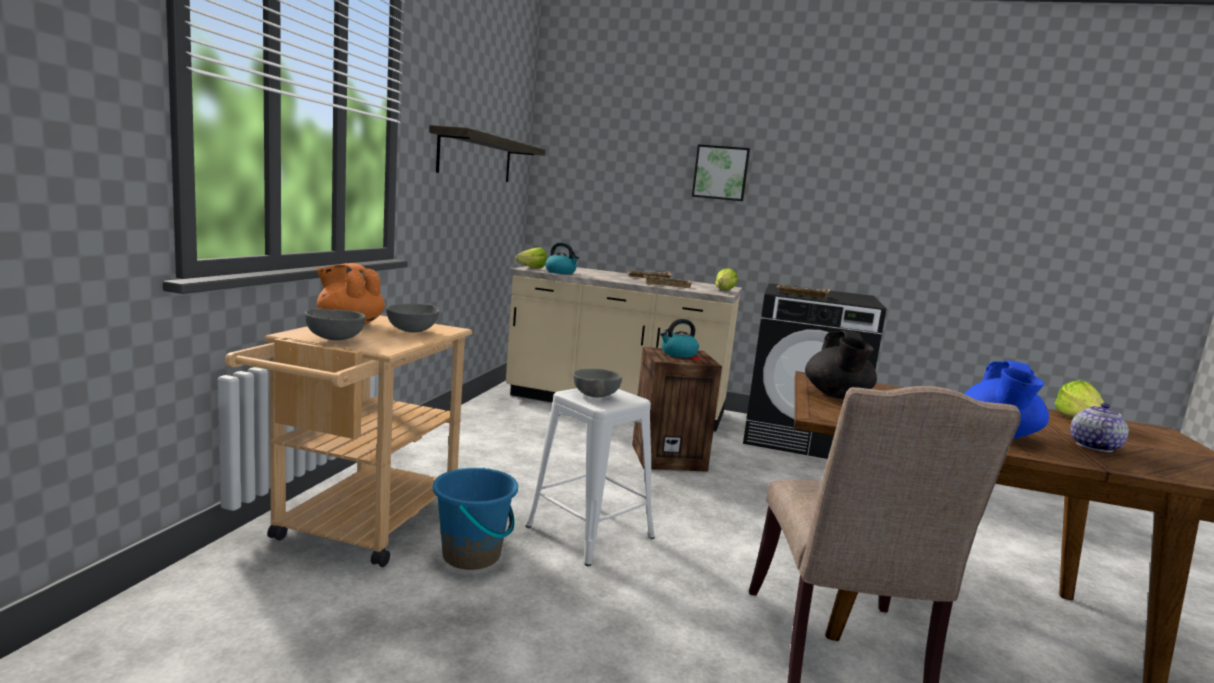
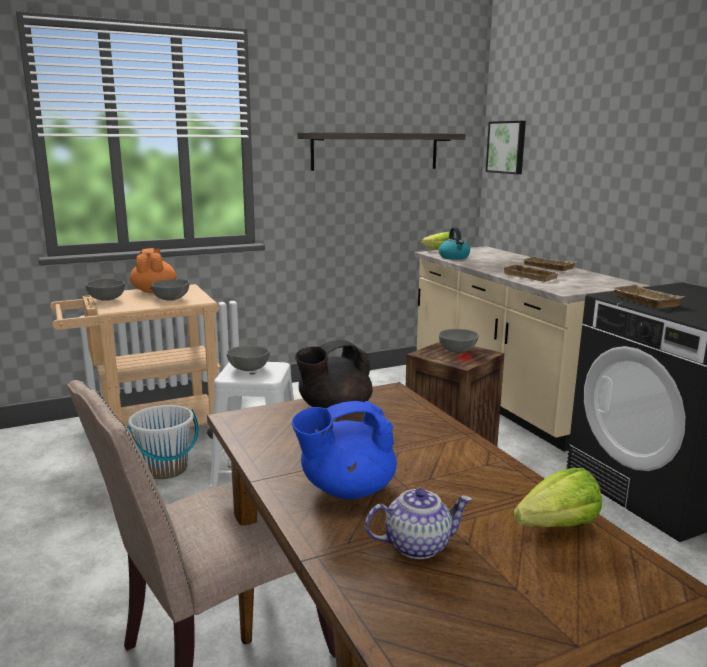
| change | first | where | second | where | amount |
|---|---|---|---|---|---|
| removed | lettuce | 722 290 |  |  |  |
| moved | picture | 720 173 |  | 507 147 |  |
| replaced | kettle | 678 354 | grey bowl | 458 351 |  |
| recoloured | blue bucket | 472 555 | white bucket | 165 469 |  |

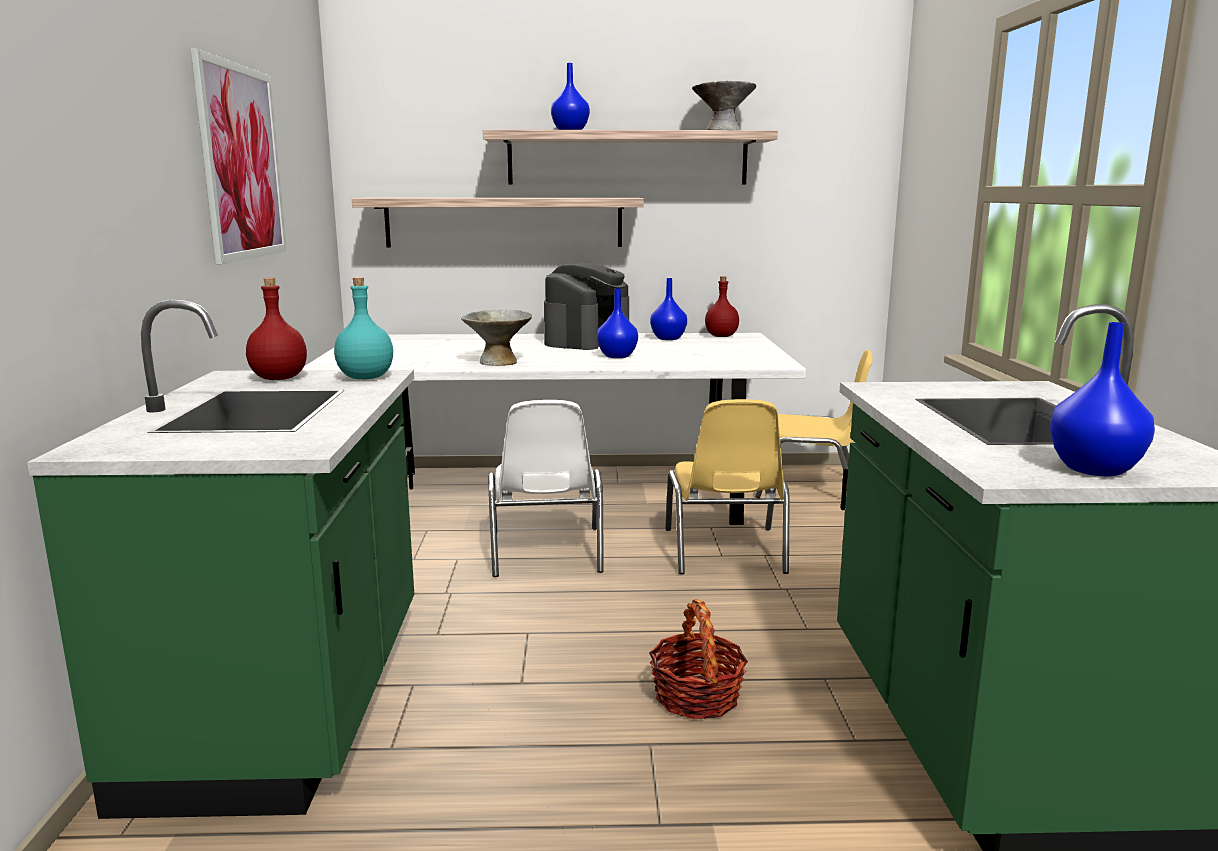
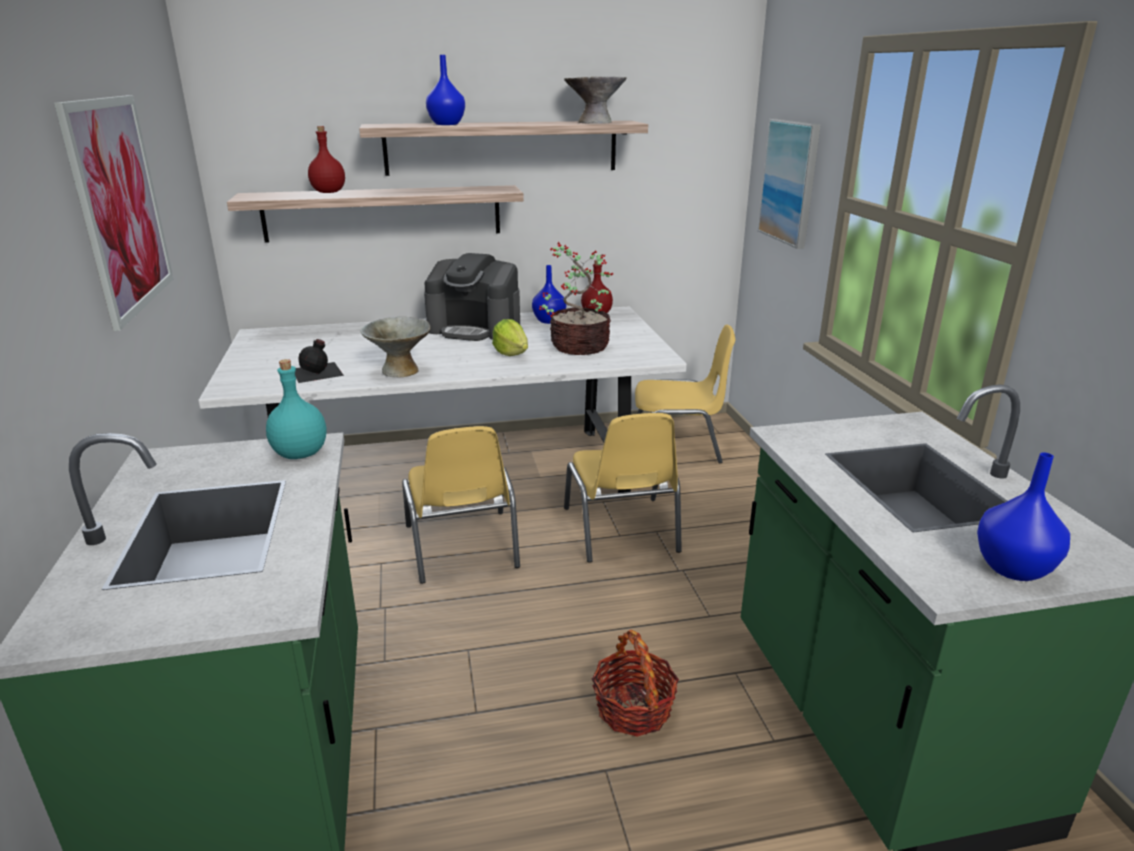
| change | first | where | second | where | amount |
|---|---|---|---|---|---|
| added |  |  | black bottle | 318 372 |  |
| added |  |  | potted plant | 577 346 |  |
| added |  |  | picture | 790 182 |  |
| moved | red bottle | 278 378 |  | 328 192 |  |
| replaced | blue vase | 617 356 | lettuce | 511 353 |  |
| recoloured | white chair | 545 552 | yellow chair | 462 547 |  |
| turned | coffee machine | 587 341 |  | 475 329 | 90 degrees clockwise |

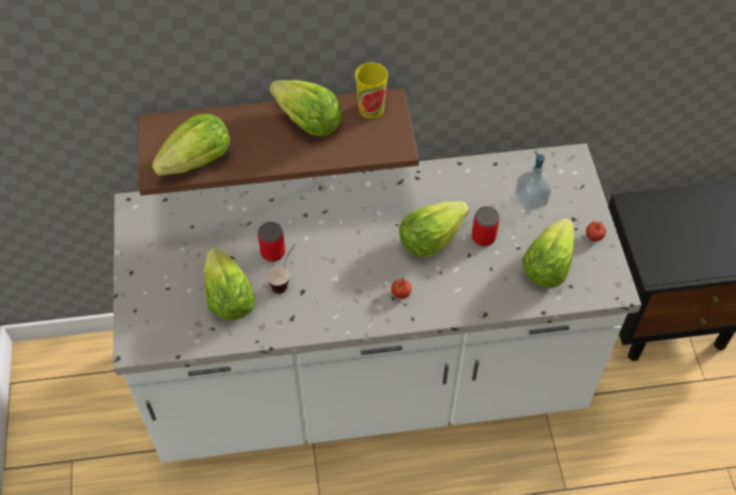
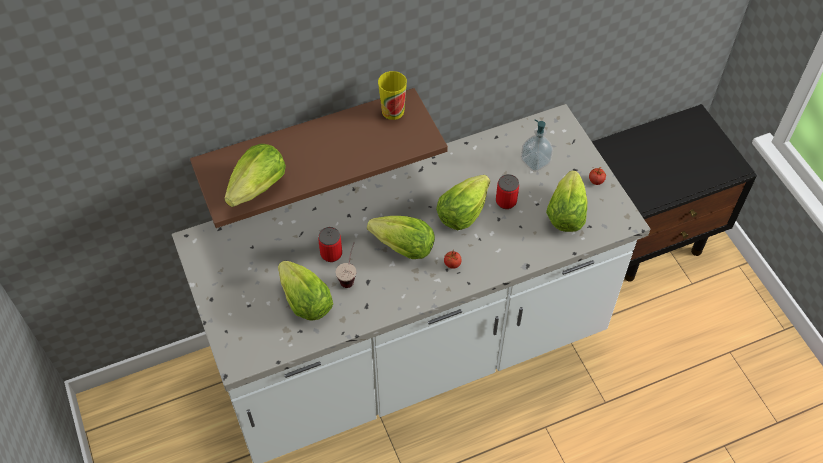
| change | first | where | second | where | amount |
|---|---|---|---|---|---|
| moved | lettuce | 308 123 |  | 404 248 |  |

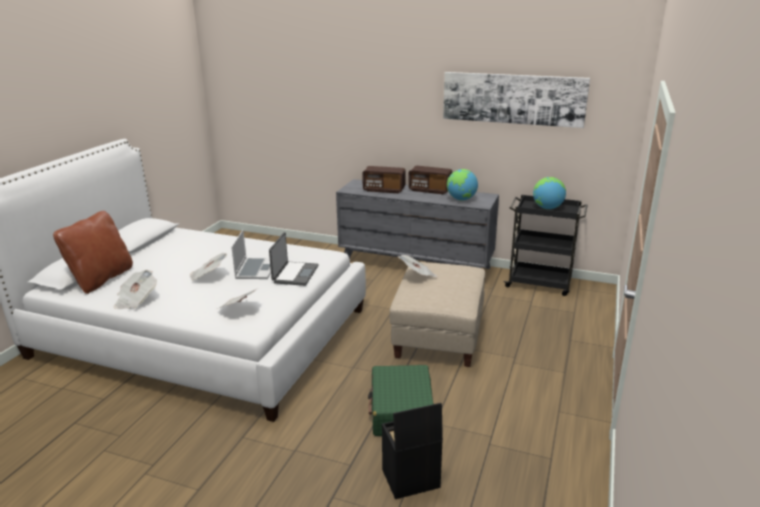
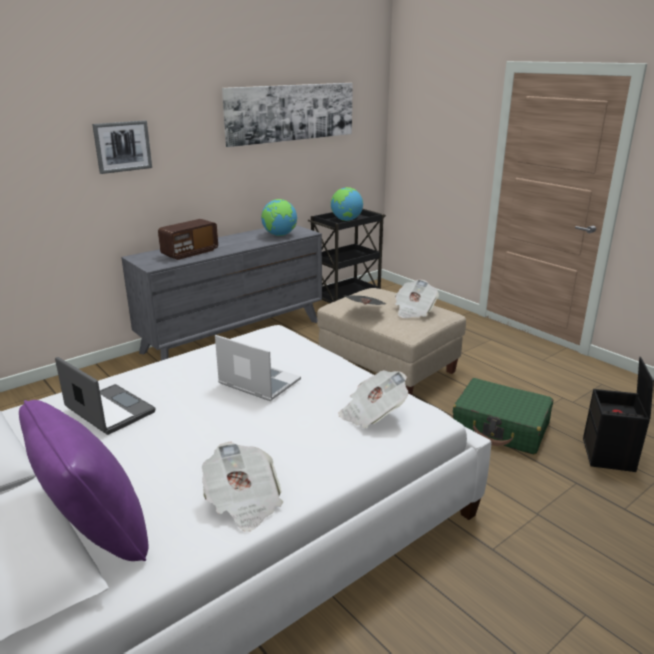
| change | first | where | second | where | amount |
|---|---|---|---|---|---|
| removed | radio | 430 190 |  |  |  |
| added |  |  | picture | 122 146 |  |
| moved | newspaper | 208 276 |  | 414 311 |  |
| moved | laptop | 294 274 |  | 108 411 |  |
| recoloured | brown pillow | 101 279 | purple pillow | 95 534 |  |

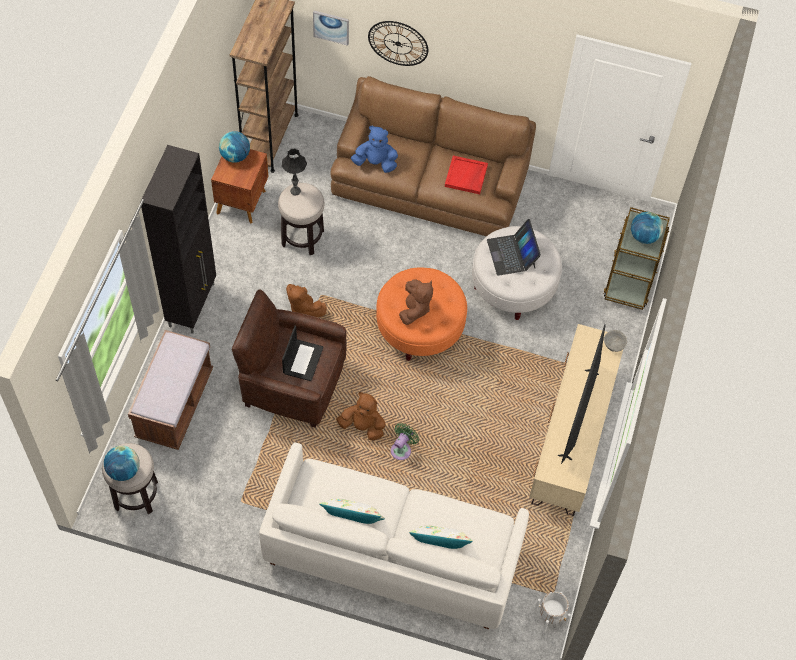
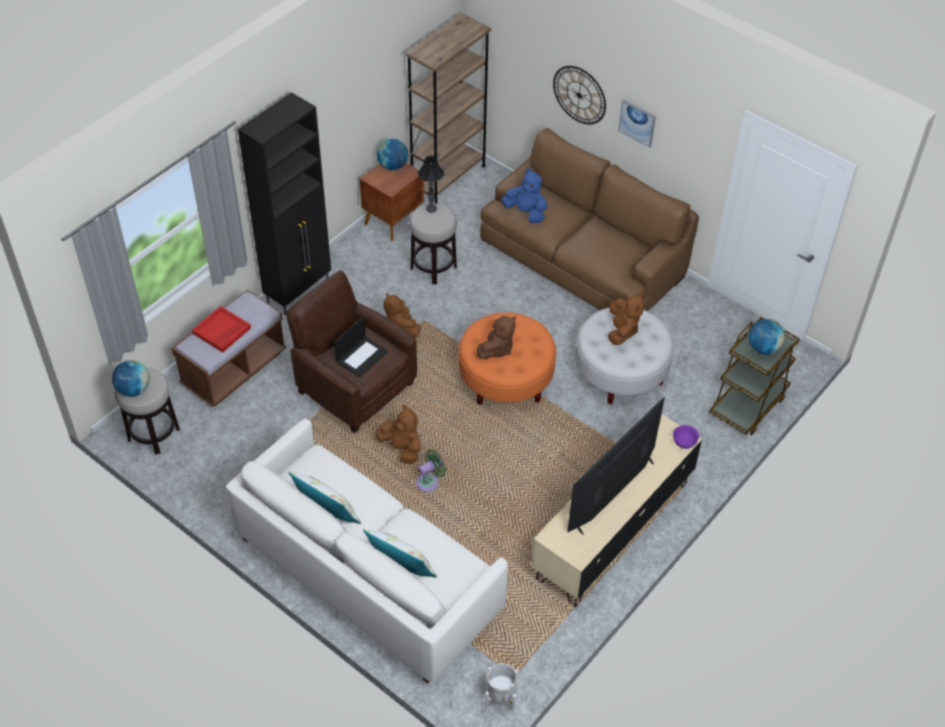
| change | first | where | second | where | amount |
|---|---|---|---|---|---|
| moved | picture | 331 27 |  | 637 123 |  |
| moved | red tray | 466 176 |  | 221 331 |  |
| replaced | laptop | 512 254 | brown plush toy | 622 331 |  |
| recoloured | grey bowl | 614 345 | purple bowl | 684 442 |  |

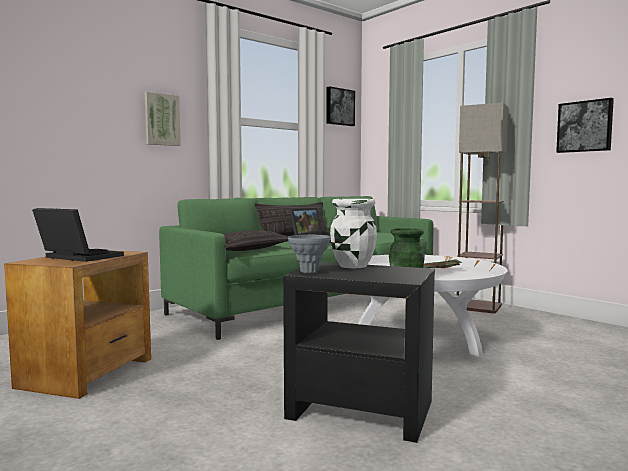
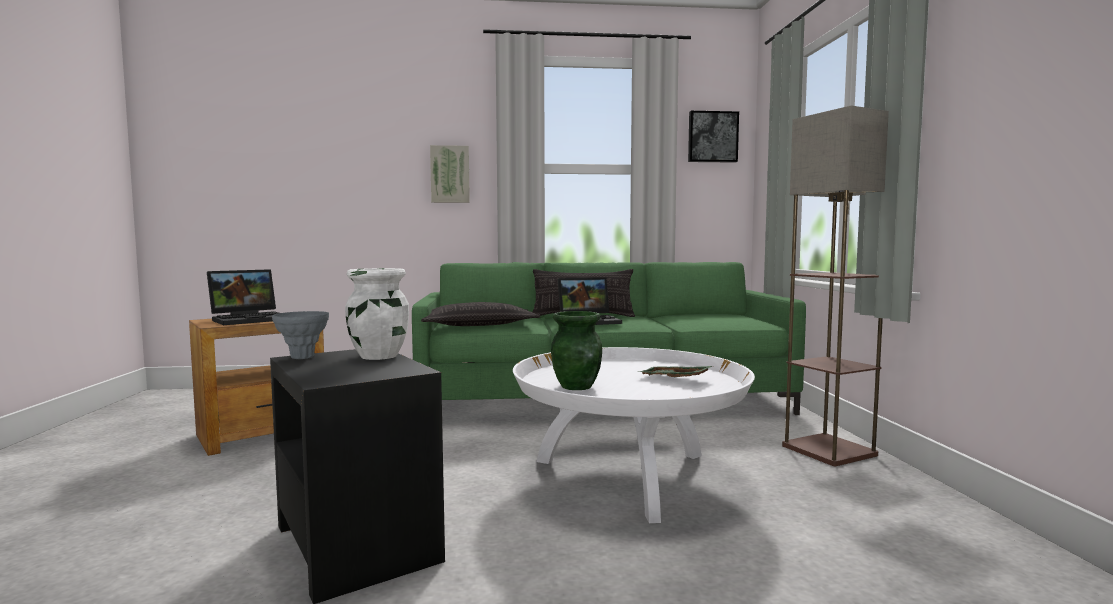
| change | first | where | second | where | amount |
|---|---|---|---|---|---|
| removed | picture | 585 126 |  |  |  |
| turned | laptop | 77 257 |  | 250 319 | 75 degrees clockwise |

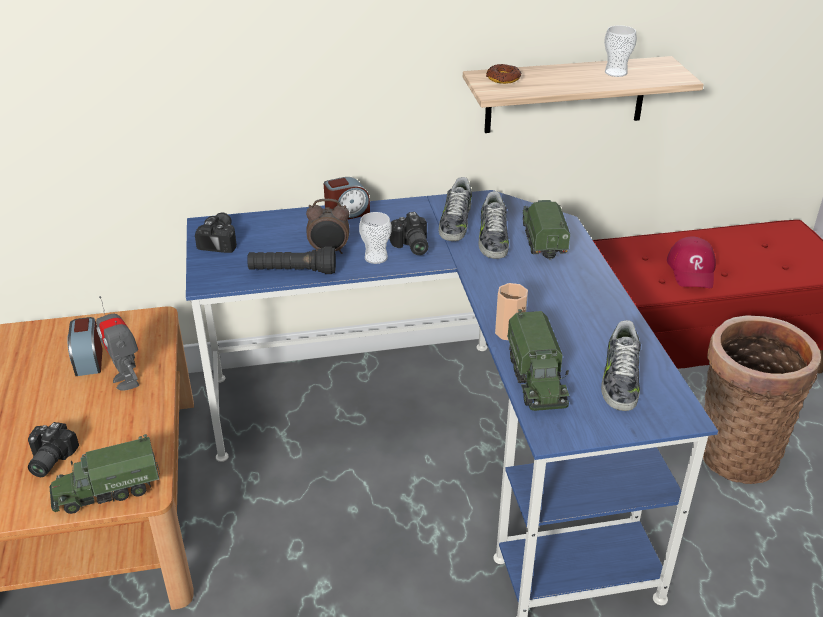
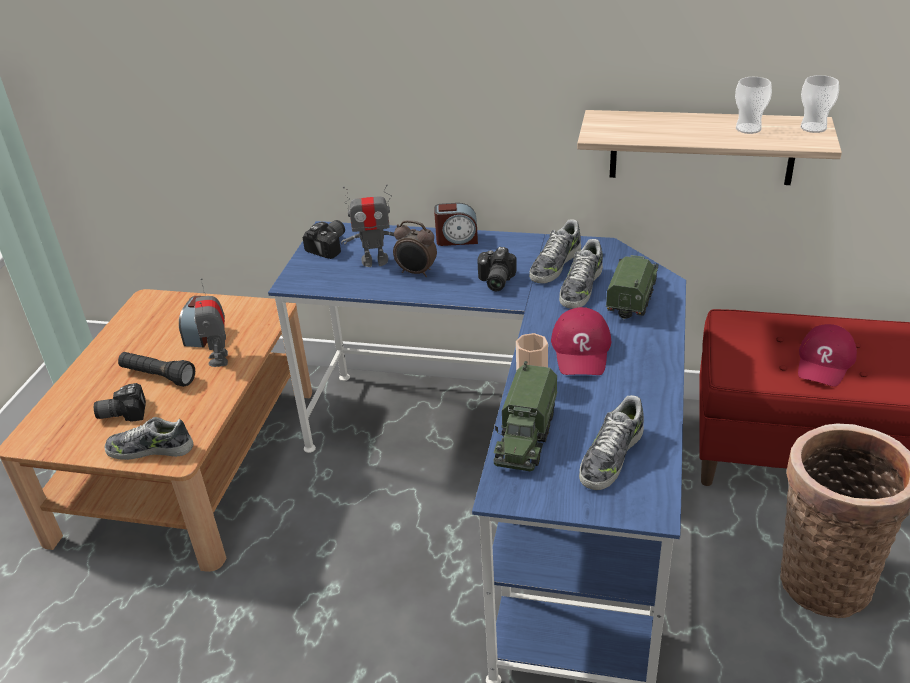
| change | first | where | second | where | amount |
|---|---|---|---|---|---|
| removed | donut | 503 78 |  |  |  |
| added |  |  | toy robot | 375 260 |  |
| added |  |  | red cap | 581 350 |  |
| moved | black flashlight | 292 272 |  | 158 376 |  |
| moved | cup | 376 257 |  | 813 127 |  |
| replaced | toy truck | 107 490 | shoe | 150 449 |  |
| turned | photo camera | 48 460 |  | 123 412 | 45 degrees clockwise |

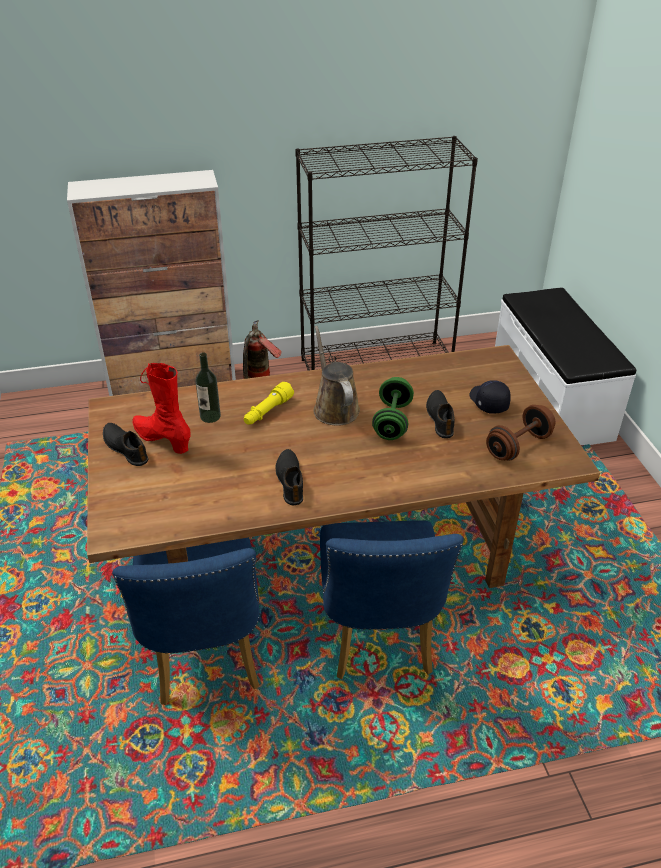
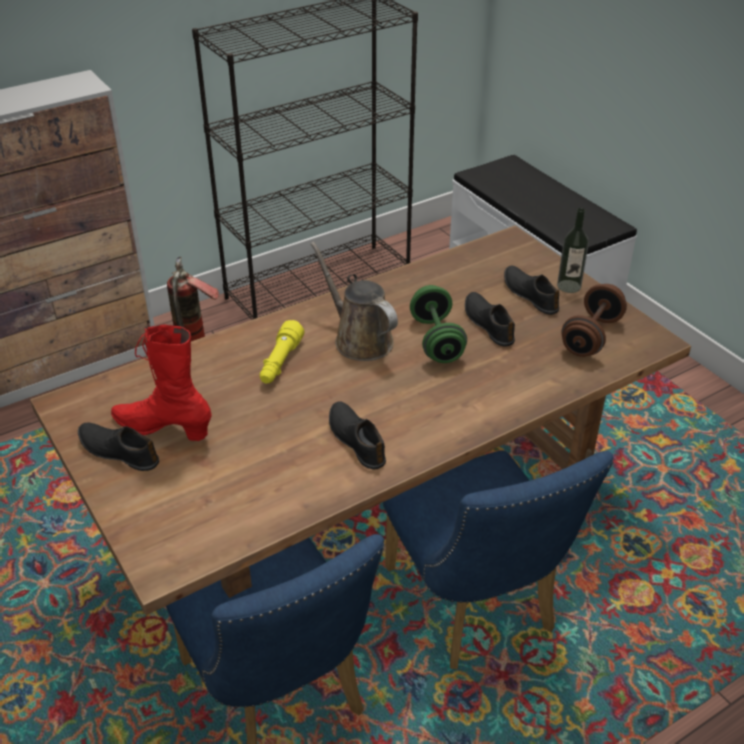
| change | first | where | second | where | amount |
|---|---|---|---|---|---|
| moved | bottle | 210 416 |  | 569 286 |  |
| replaced | black cap | 488 402 | black shoe | 530 294 |  |

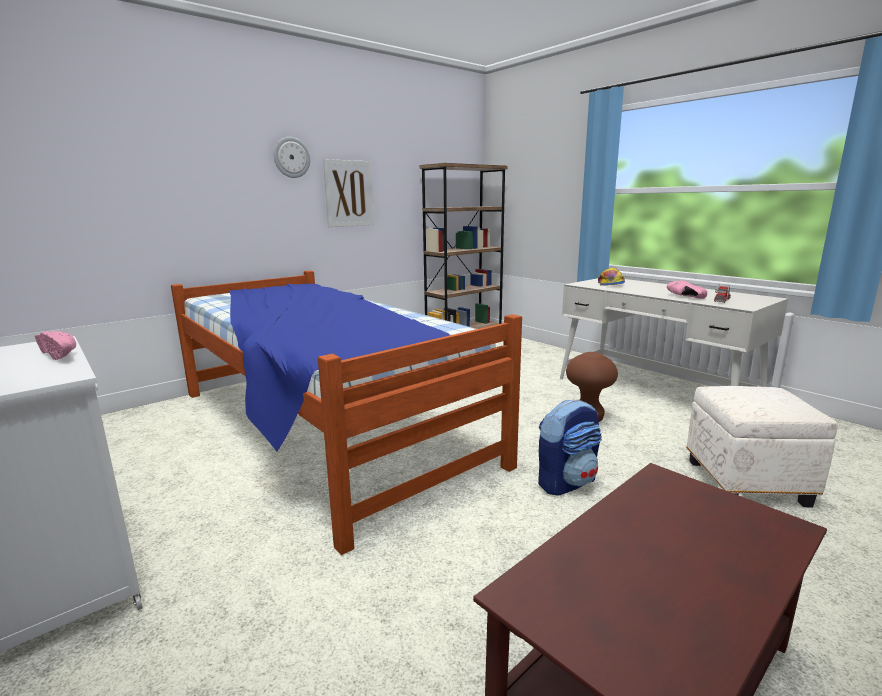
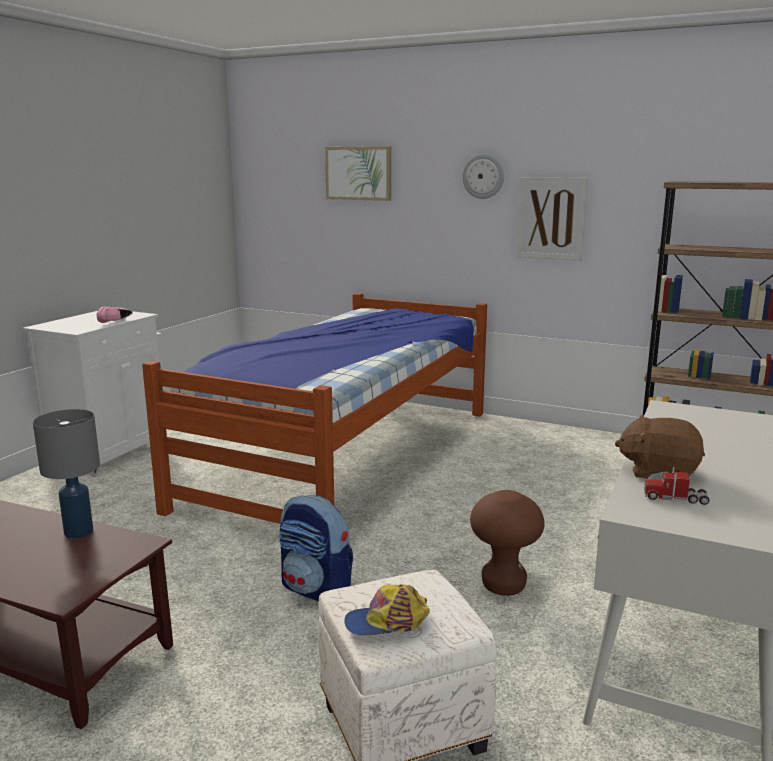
| change | first | where | second | where | amount |
|---|---|---|---|---|---|
| added |  |  | grey table lamp | 78 532 |  |
| added |  |  | picture | 358 173 |  |
| moved | cap | 611 284 |  | 387 622 |  |
| replaced | pink shoe | 684 297 | brown plush toy | 658 471 |  |

